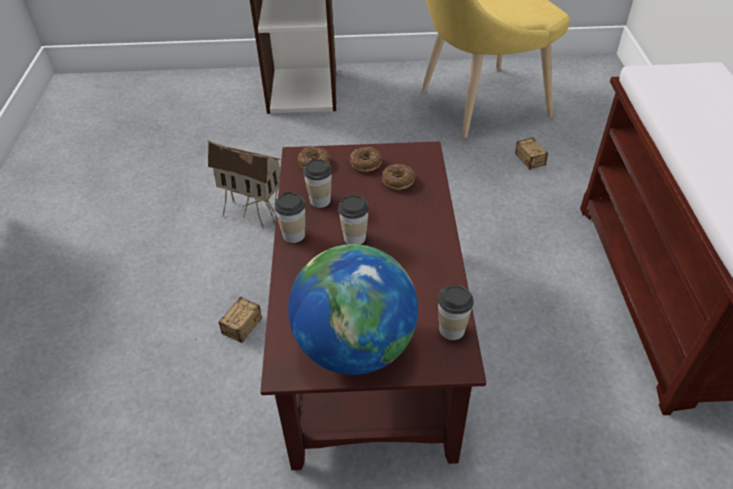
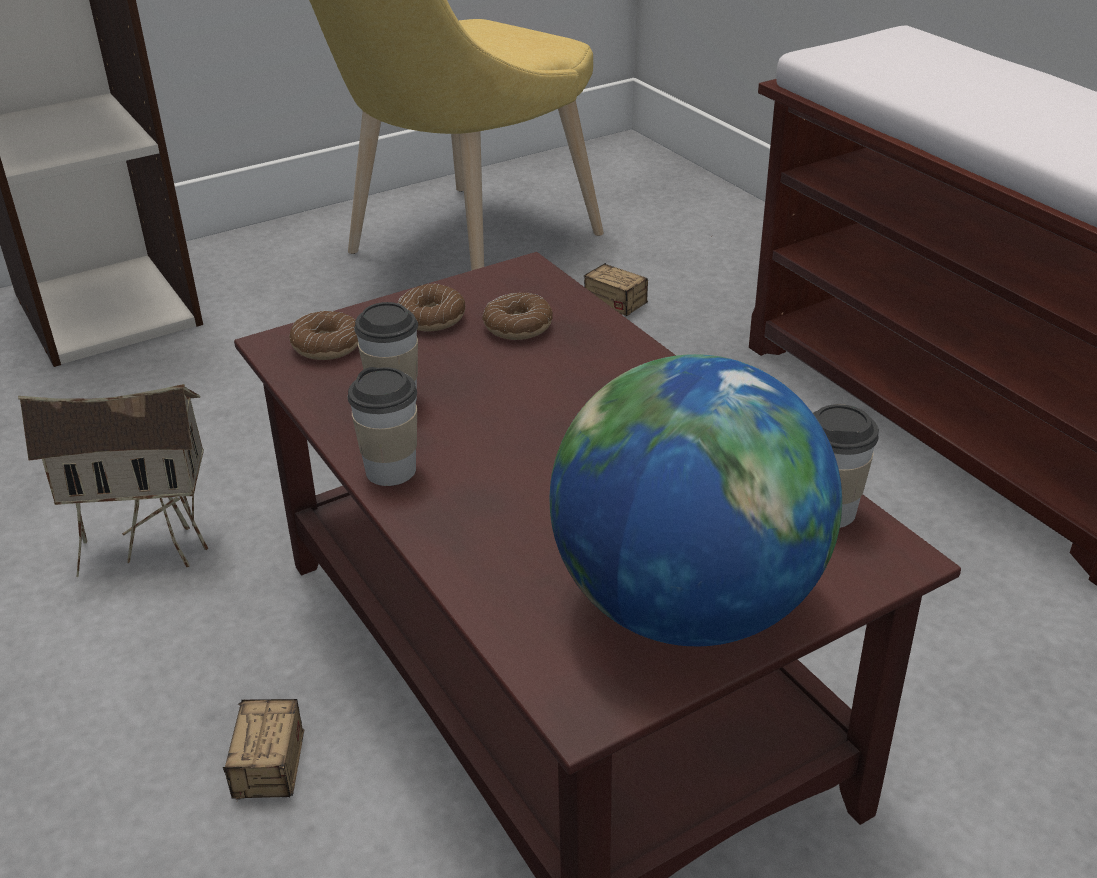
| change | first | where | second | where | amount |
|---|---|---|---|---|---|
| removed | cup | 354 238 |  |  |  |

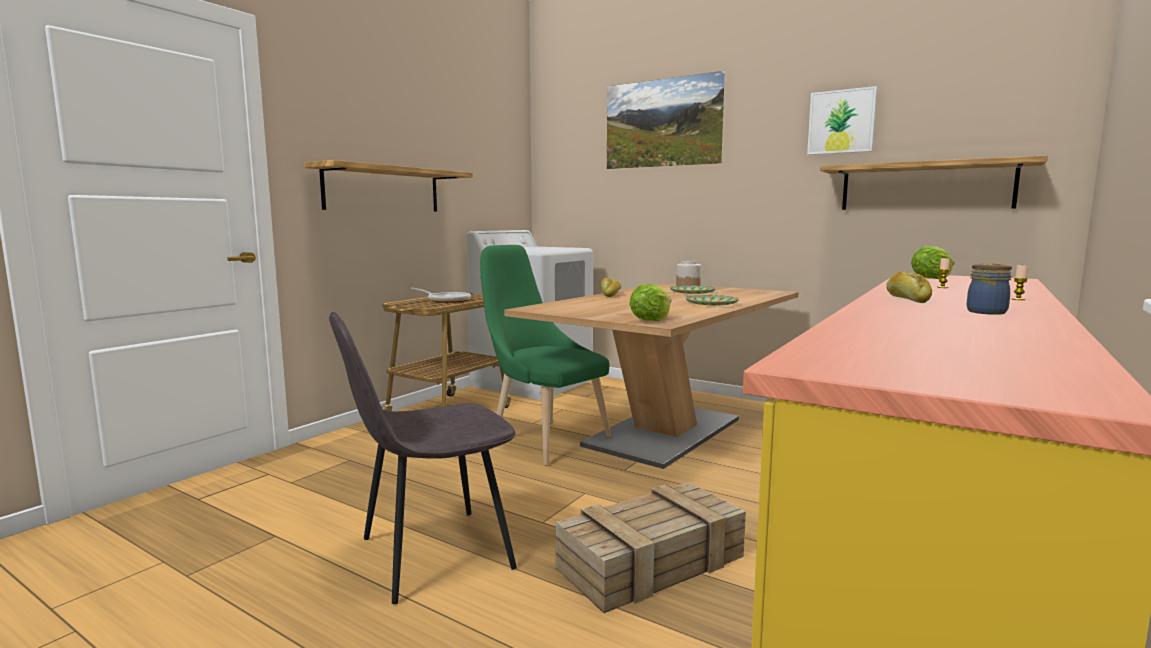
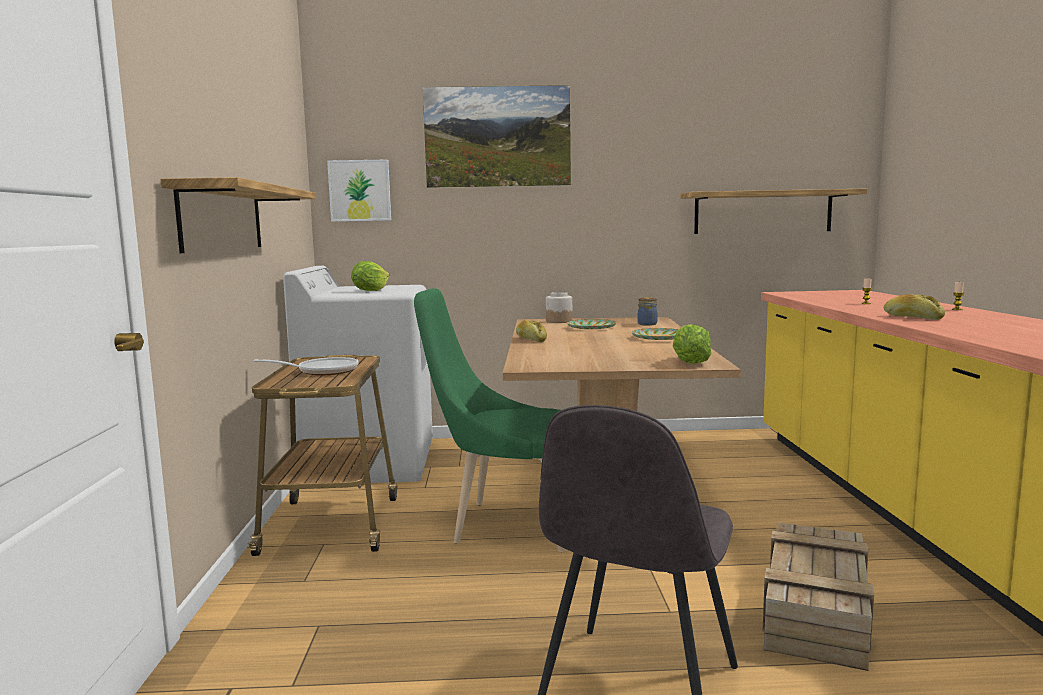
| change | first | where | second | where | amount |
|---|---|---|---|---|---|
| moved | picture | 841 121 |  | 360 190 |  |
| moved | lettuce | 931 278 |  | 370 291 |  |
| moved | jar | 987 312 |  | 647 324 |  |

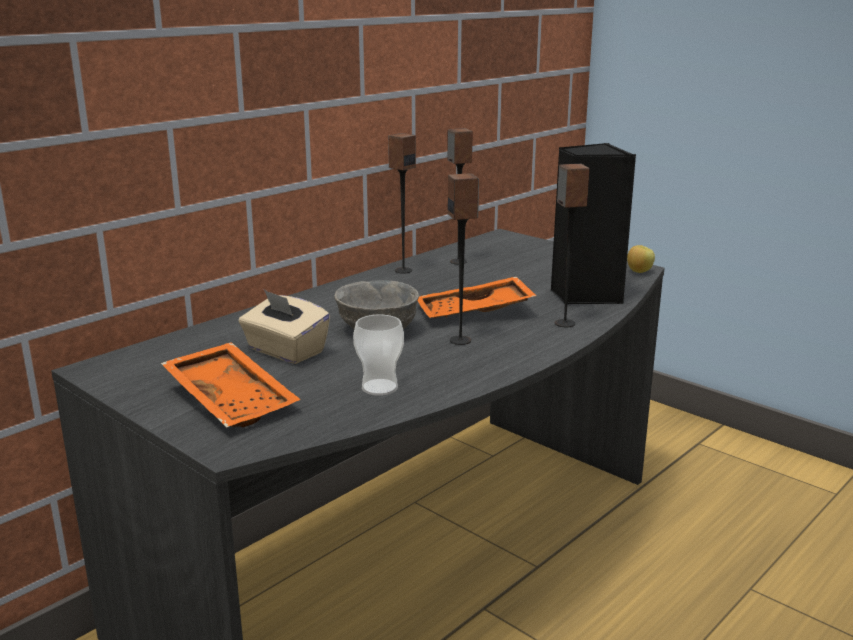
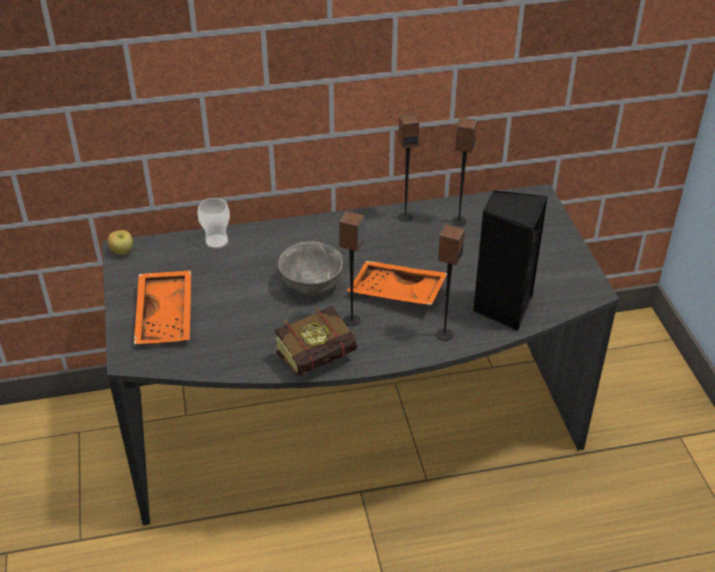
| change | first | where | second | where | amount |
|---|---|---|---|---|---|
| removed | beige tissue box | 285 351 |  |  |  |
| added |  |  | book | 323 356 |  |
| moved | cup | 379 387 |  | 216 241 |  |
| moved | apple | 639 272 |  | 122 252 |  |

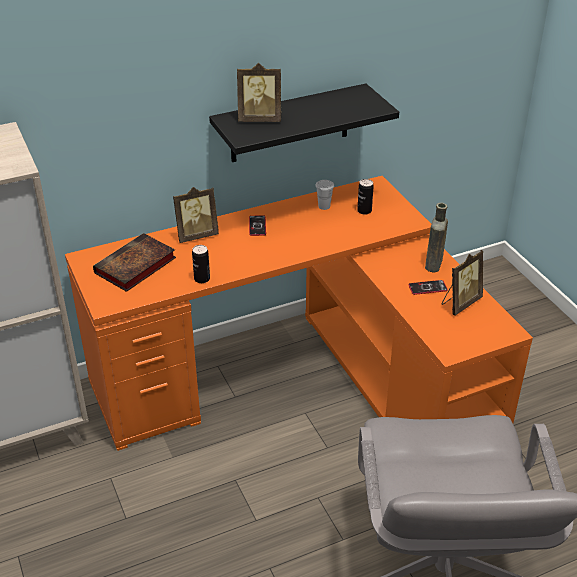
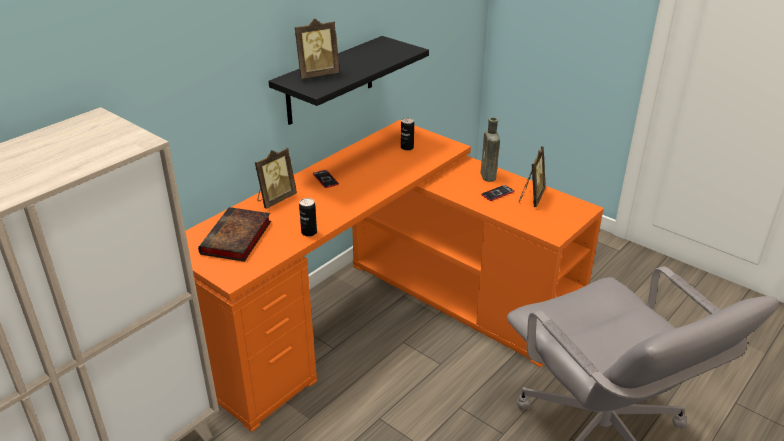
| change | first | where | second | where | amount |
|---|---|---|---|---|---|
| removed | white cup | 324 206 |  |  |  |

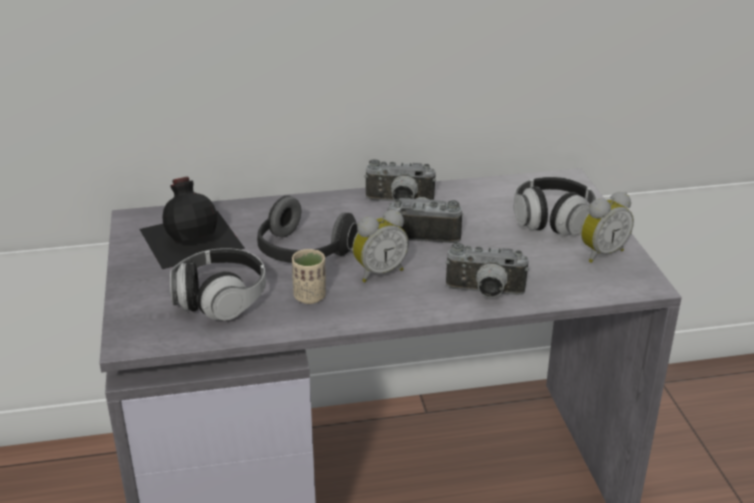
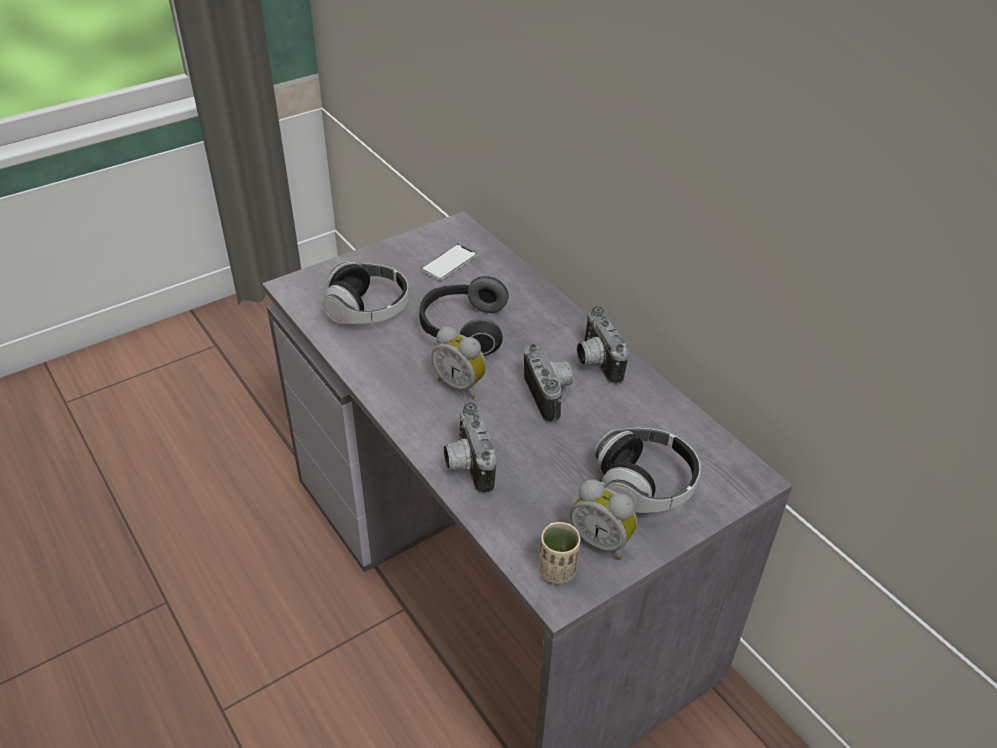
| change | first | where | second | where | amount |
|---|---|---|---|---|---|
| moved | beige cup | 310 297 |  | 557 571 |  |
| replaced | black bottle | 192 237 | phone | 449 263 |  |

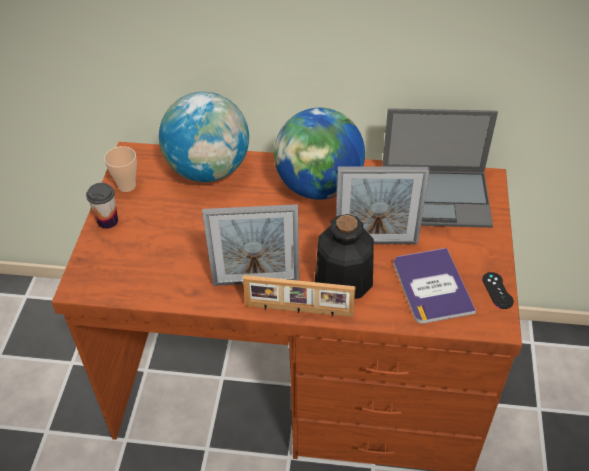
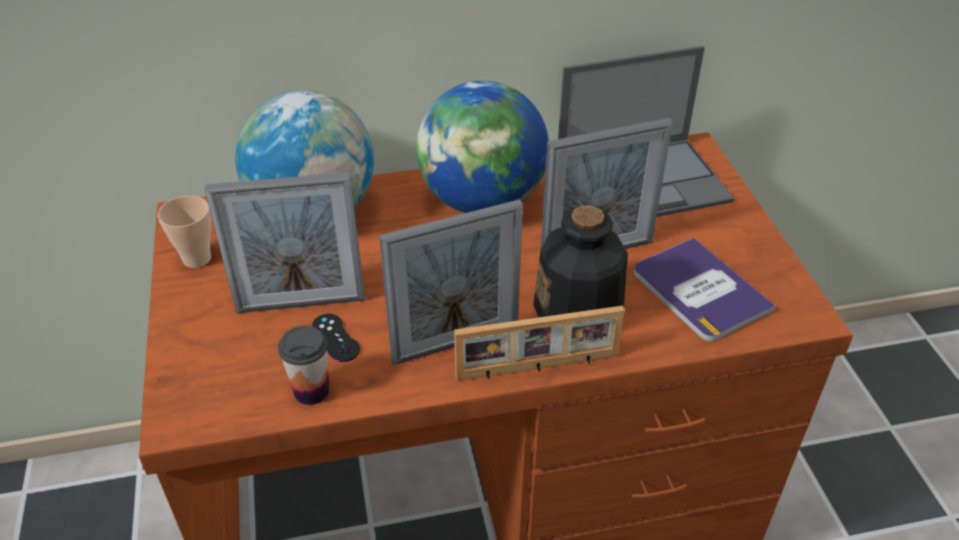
| change | first | where | second | where | amount |
|---|---|---|---|---|---|
| added |  |  | picture frame | 301 304 |  |
| moved | cup | 108 221 |  | 311 391 |  |
| moved | black game controller | 497 290 |  | 335 338 |  |

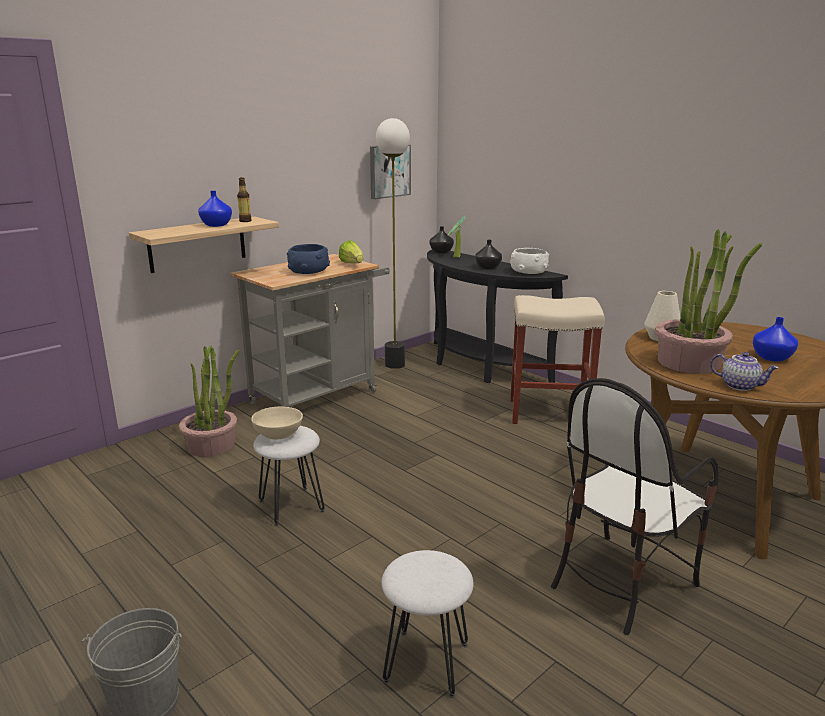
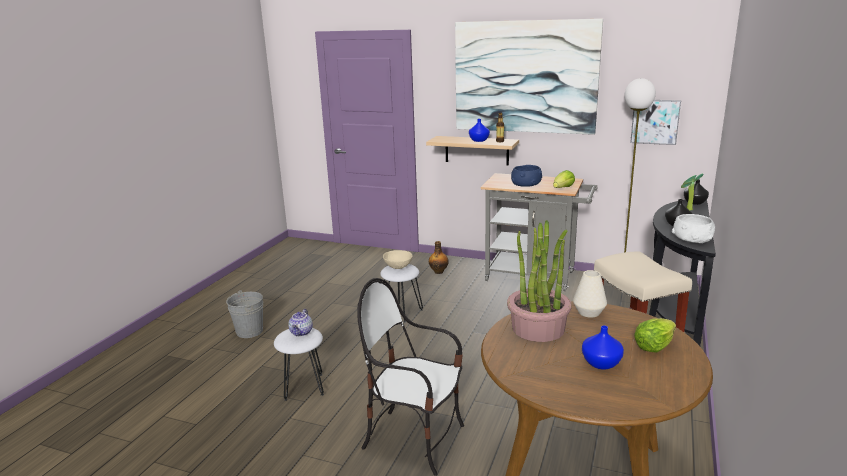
| change | first | where | second | where | amount |
|---|---|---|---|---|---|
| added |  |  | picture | 525 77 |  |
| added |  |  | lettuce | 653 346 |  |
| moved | teapot | 740 386 |  | 302 332 |  |
| replaced | potted plant | 211 445 | bottle | 439 272 |  |

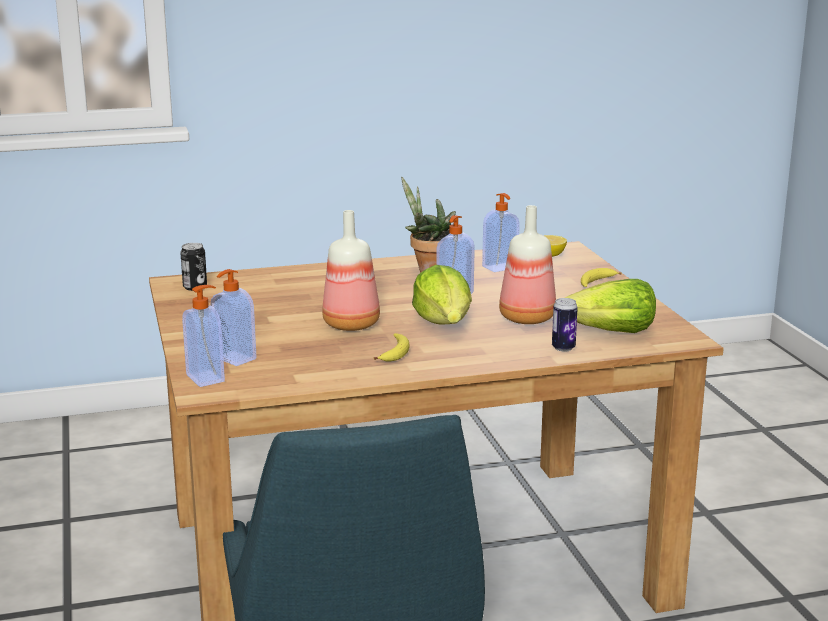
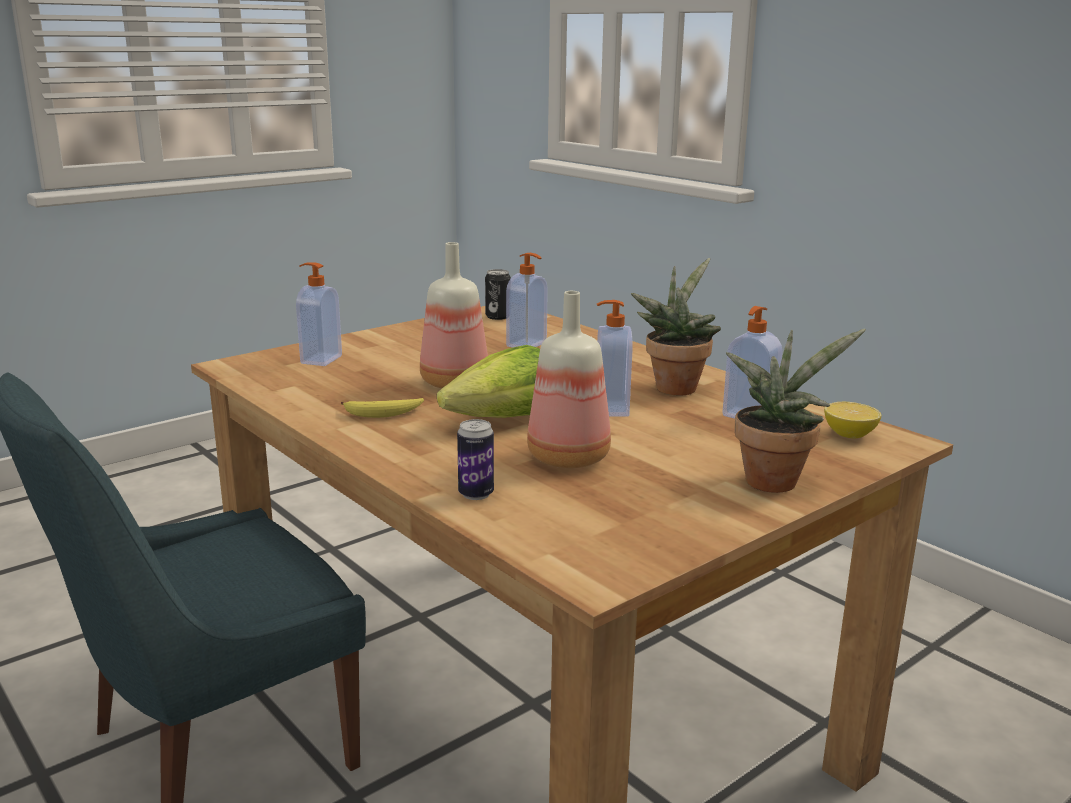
| change | first | where | second | where | amount |
|---|---|---|---|---|---|
| removed | lettuce | 610 332 |  |  |  |
| moved | soap dispenser | 206 378 |  | 527 345 |  |
| replaced | banana | 596 283 | potted plant | 774 479 |  |

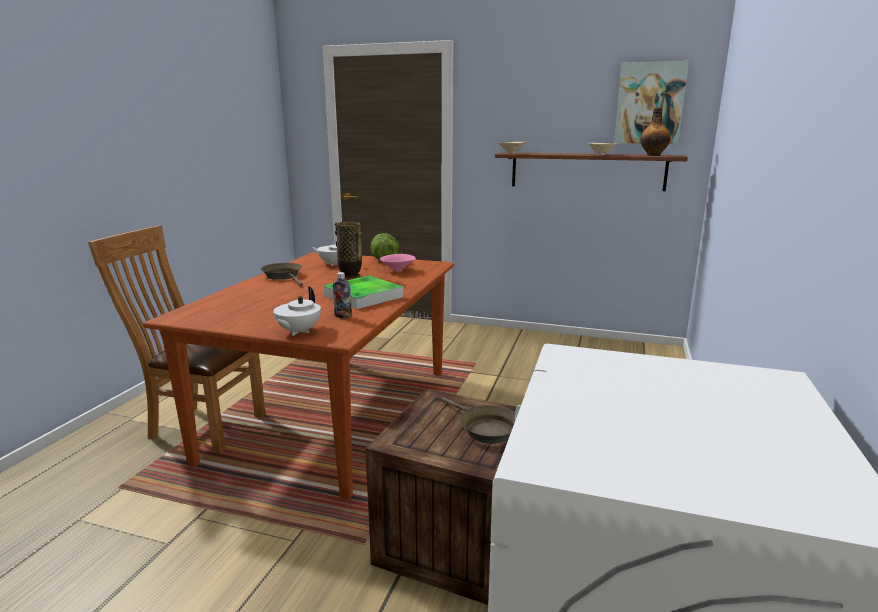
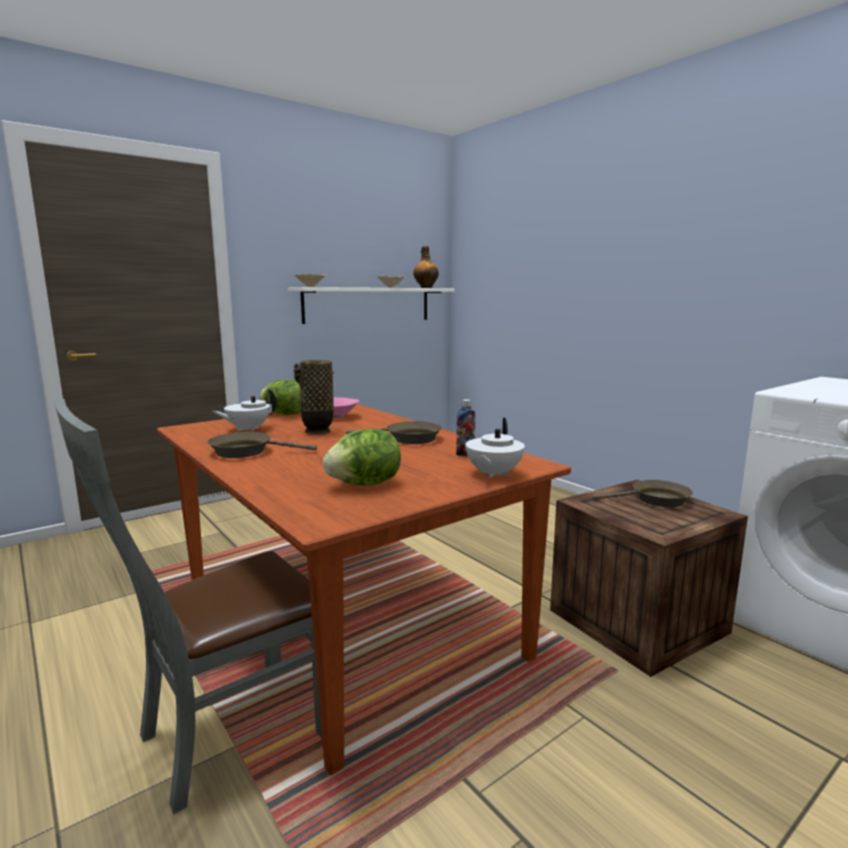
| change | first | where | second | where | amount |
|---|---|---|---|---|---|
| removed | picture | 649 103 |  |  |  |
| added |  |  | lettuce | 364 484 |  |
| replaced | tray | 363 296 | brown frying pan | 408 438 |  |
| recoloured | brown chair | 201 426 | grey chair | 223 737 |  |
| recoloured | brown shelf | 587 171 | white shelf | 368 304 |  |
| turned | white teapot | 298 332 |  | 493 474 | 60 degrees clockwise |

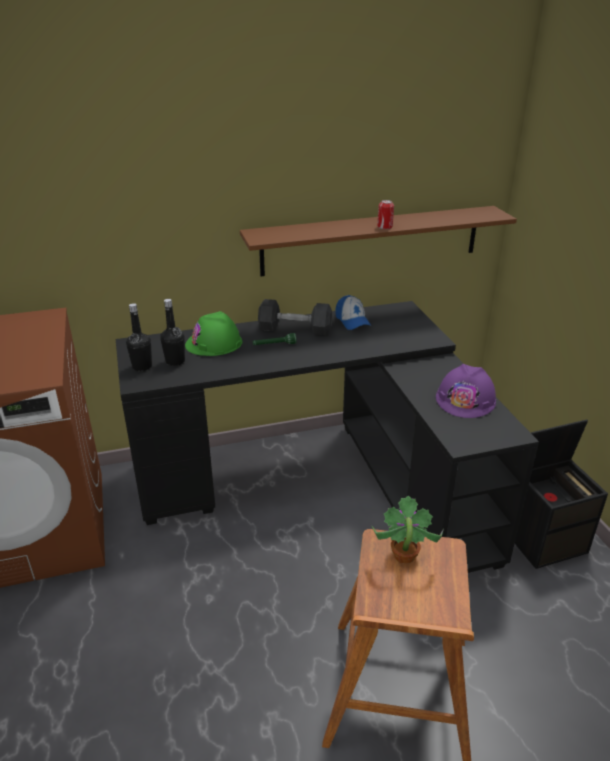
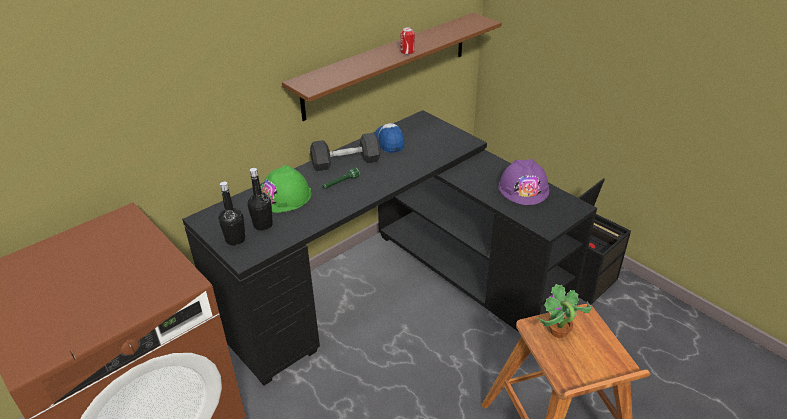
| change | first | where | second | where | amount |
|---|---|---|---|---|---|
| turned | cap | 352 321 |  | 389 142 | 150 degrees counterclockwise |

